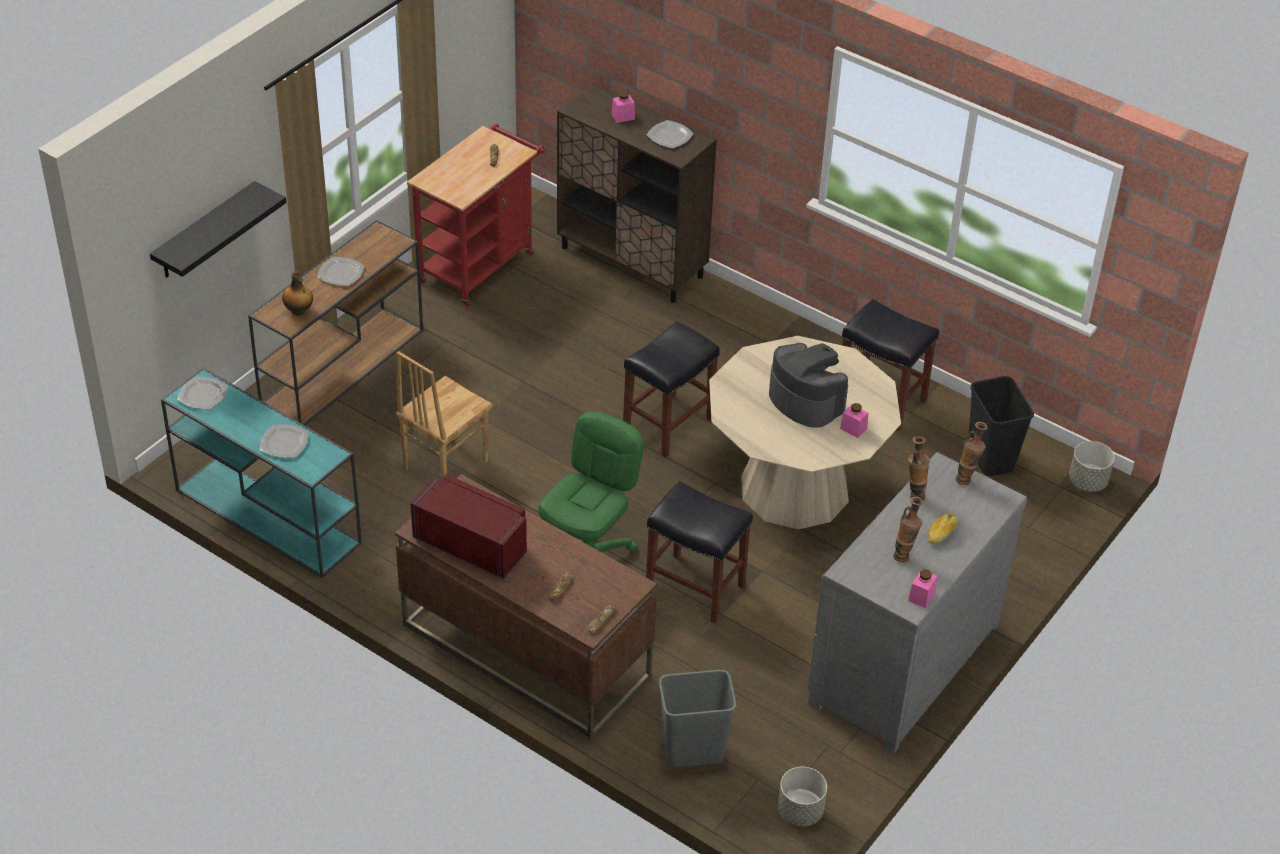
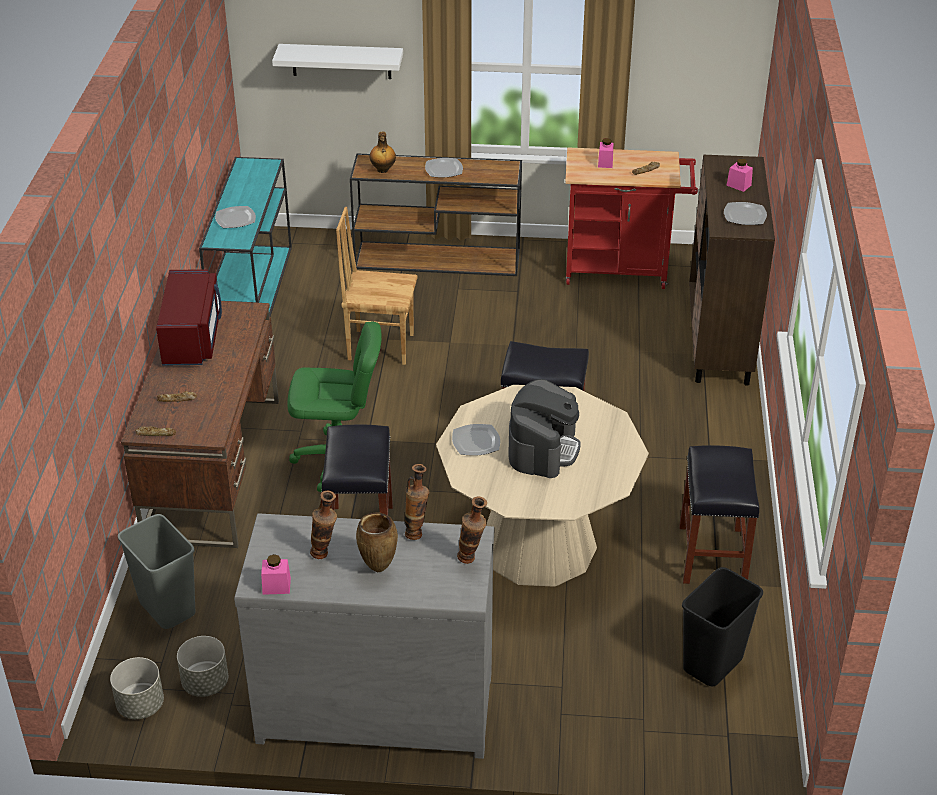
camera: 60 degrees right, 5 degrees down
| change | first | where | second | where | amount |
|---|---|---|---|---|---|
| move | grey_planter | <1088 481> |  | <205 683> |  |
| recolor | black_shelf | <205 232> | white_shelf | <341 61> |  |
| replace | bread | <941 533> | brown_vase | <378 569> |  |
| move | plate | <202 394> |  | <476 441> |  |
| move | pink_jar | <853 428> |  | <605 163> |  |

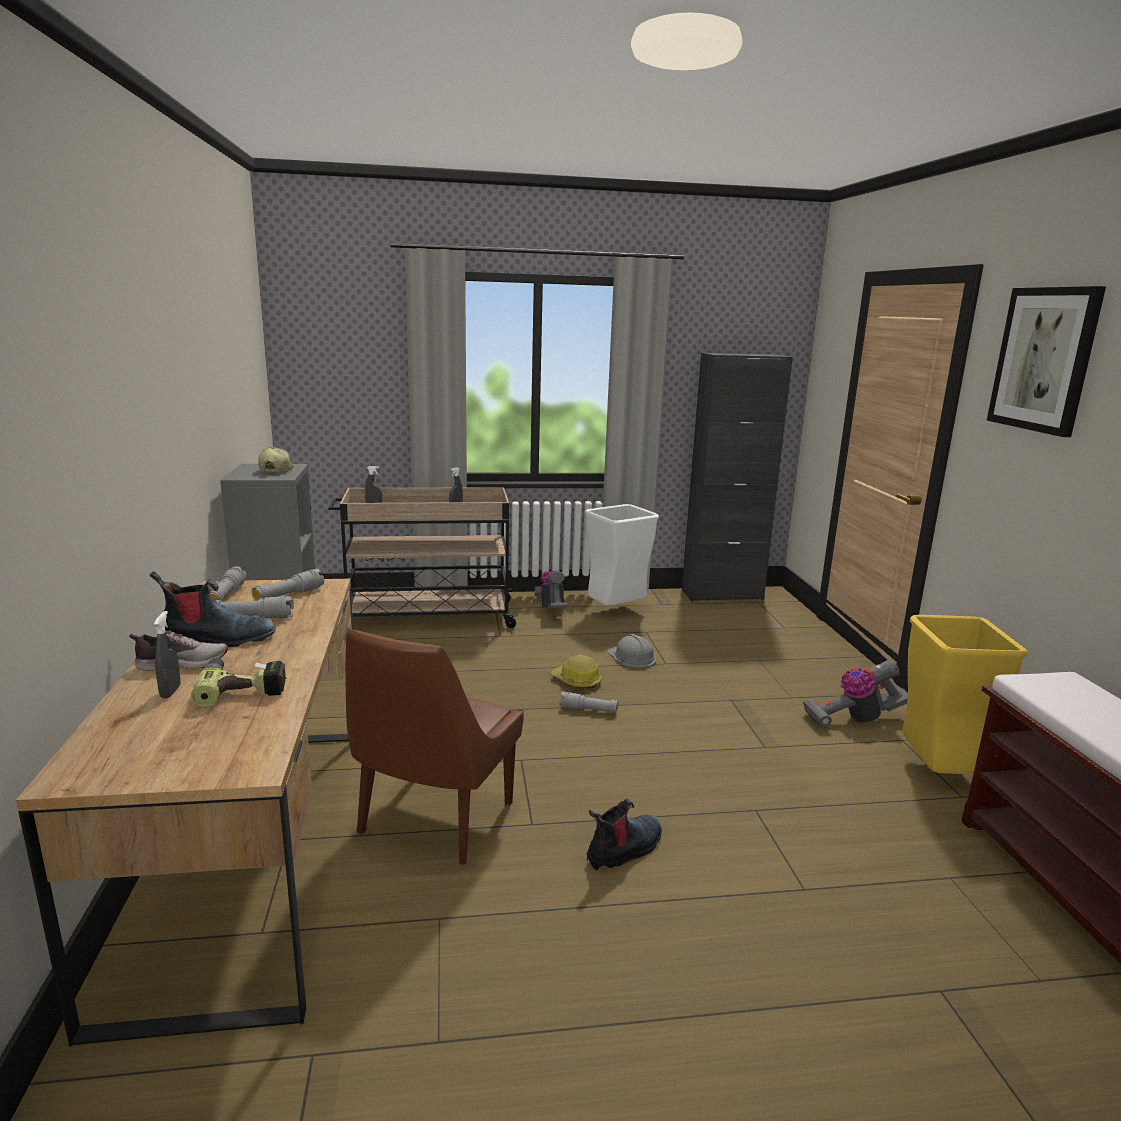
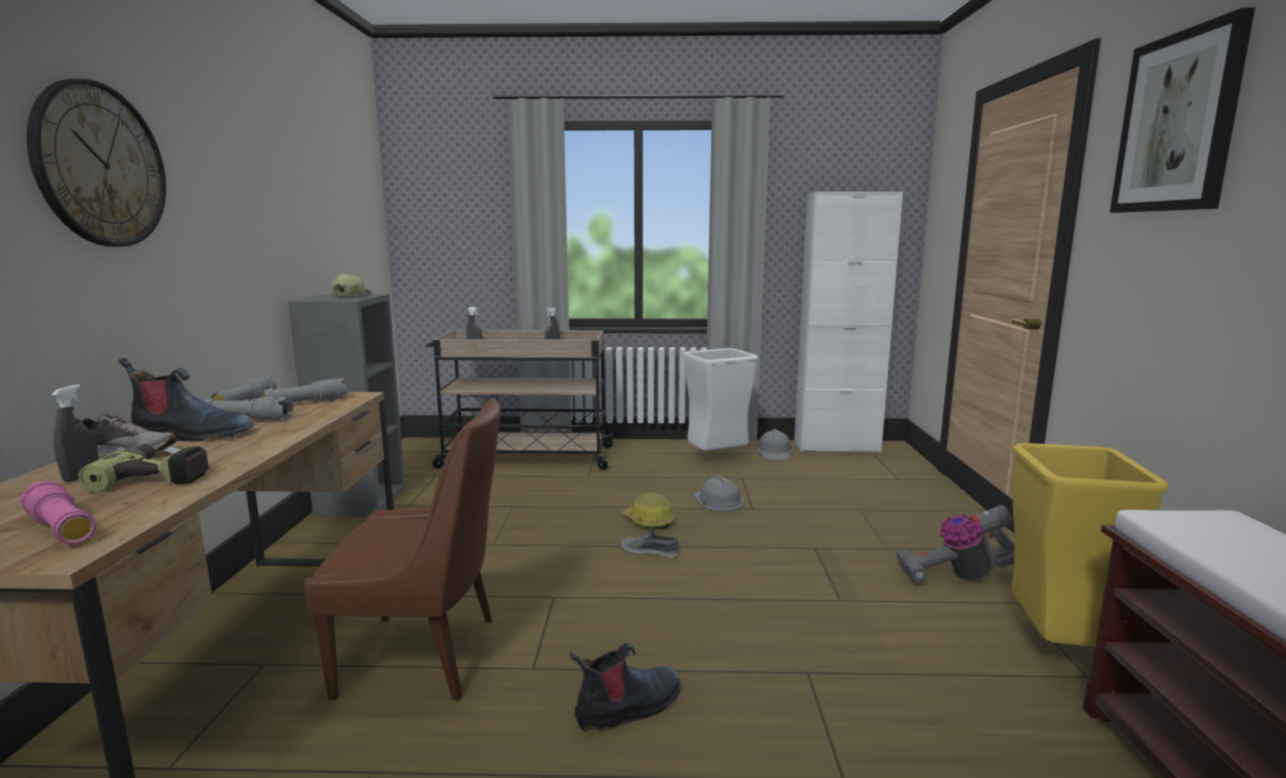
camera: 10 degrees right, 5 degrees down
| change | first | where | second | where | amount |
|---|---|---|---|---|---|
| insert |  |  | pink_flashlight | <61 529> |  |
| insert |  |  | wall_clock | <100 165> |  |
| rotate | brown_chair | <433 821> |  | <425 656> | 120 degrees counterclockwise |
| replace | grey_flashlight | <588 710> | grey_shoe | <649 550> |  |
| insert |  |  | grey_hard_hat | <775 452> |  |
| recolor | black_cabinet | <722 594> | white_cabinet | <836 446> |  |
| delete | vacuum_cleaner | <552 609> |  |  |  |

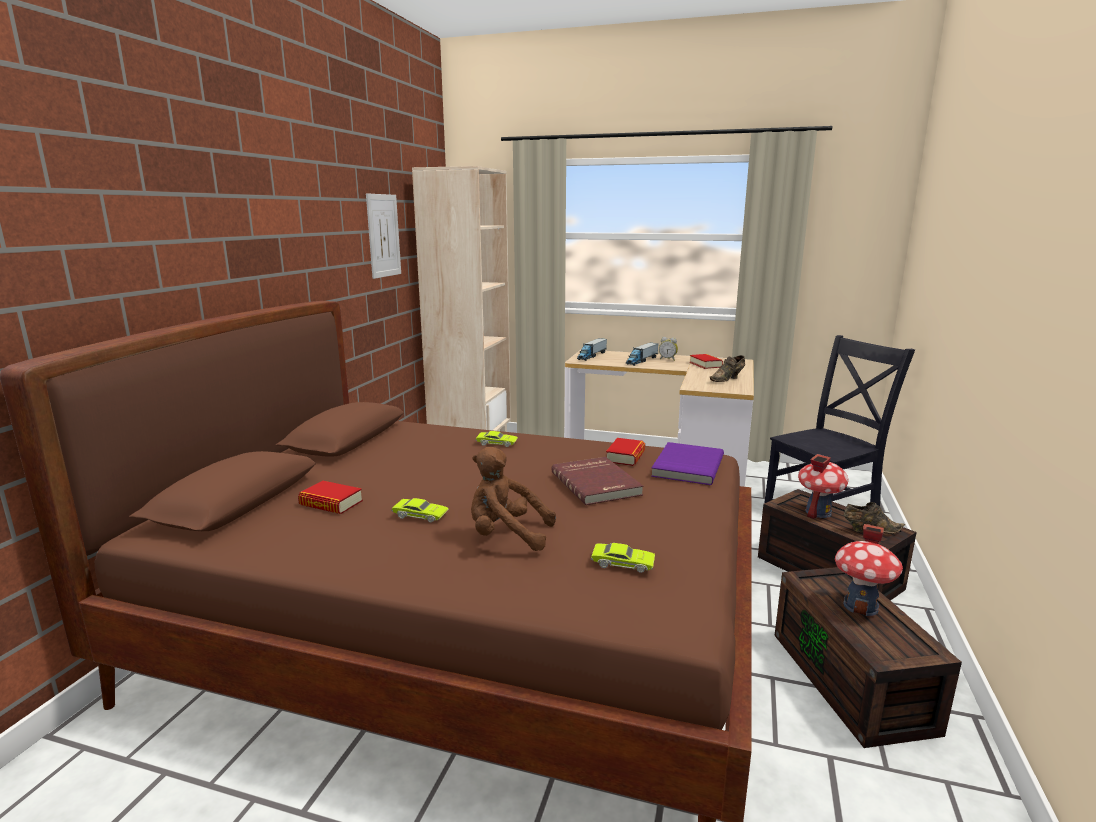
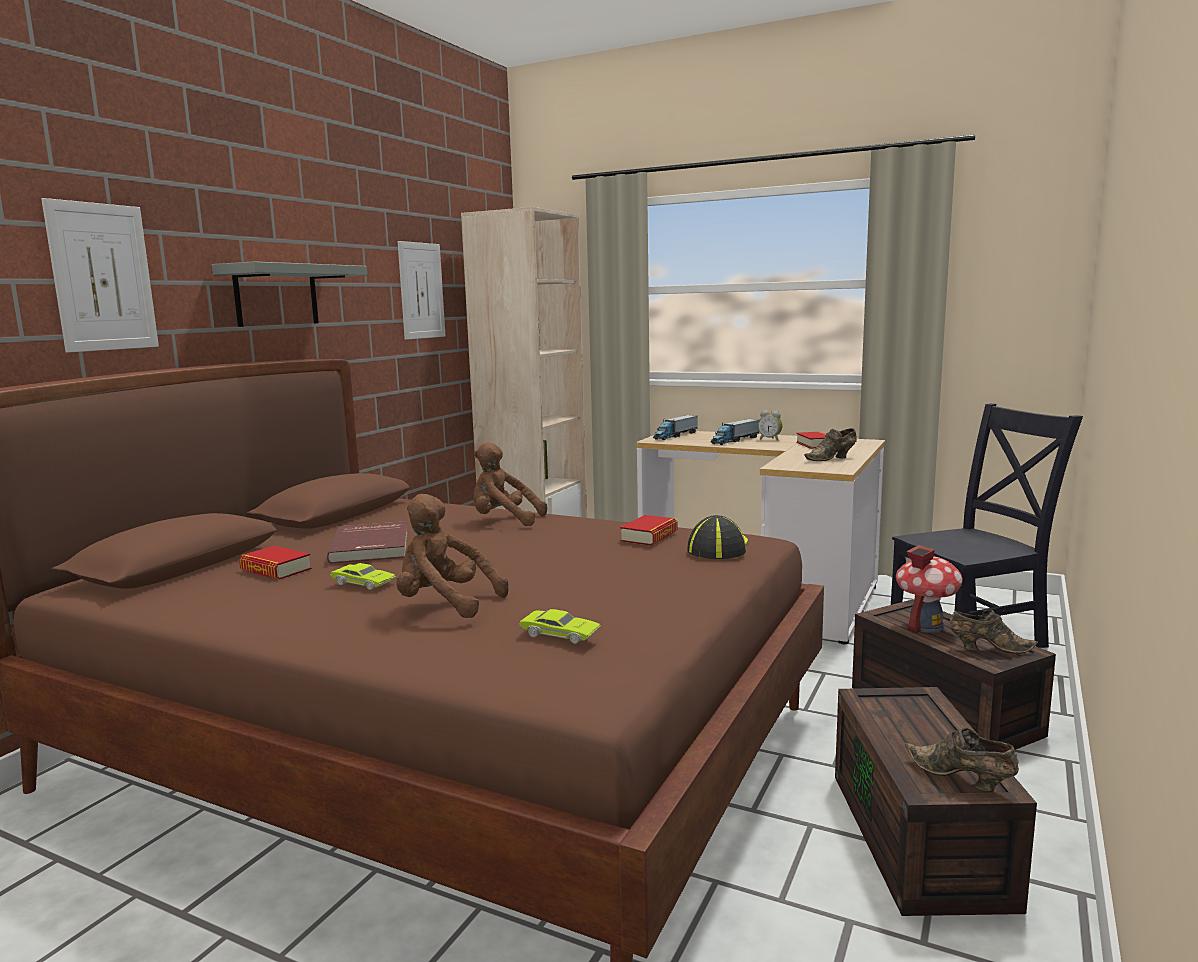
camera: 10 degrees right, 5 degrees down
| change | first | where | second | where | amount |
|---|---|---|---|---|---|
| insert |  |  | picture | <103 277> |  |
| insert |  |  | grey_shelf | <276 295> |  |
| move | red_book | <597 483> |  | <372 546> |  |
| replace | green_toy_car | <496 443> | brown_plush_toy | <504 521> |  |
| replace | purple_book | <686 466> | cap | <718 547> |  |
| insert |  |  | brown_shoe | <961 779> |  |
| delete | toy_house | <860 606> |  |  |  |

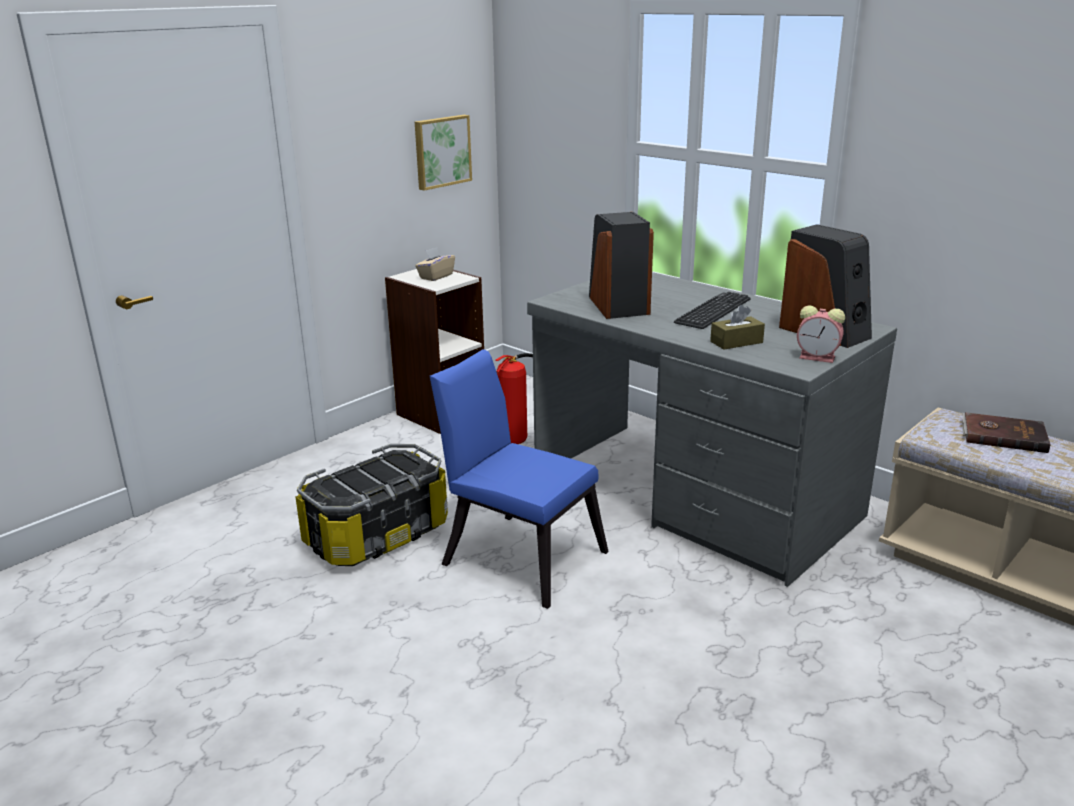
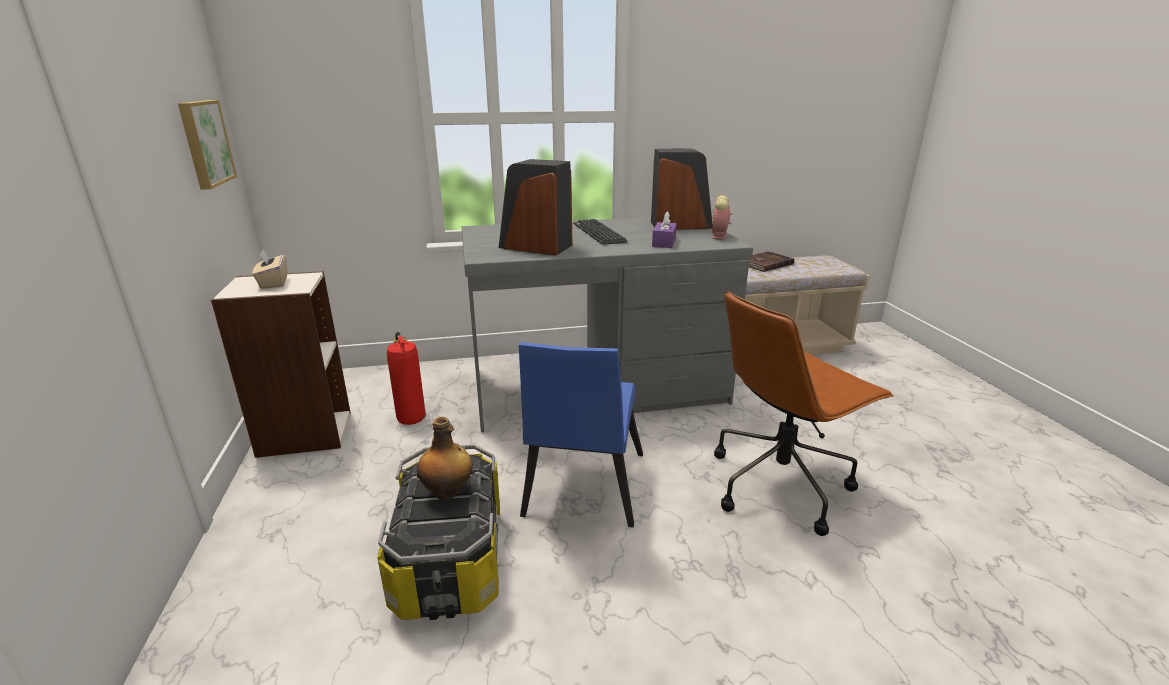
camera: 55 degrees left, 0 degrees up
| change | first | where | second | where | amount |
|---|---|---|---|---|---|
| insert |  |  | bottle | <448 492> |  |
| rotate | blue_chair | <518 554> |  | <581 489> | 60 degrees counterclockwise |
| recolor | brown_tissue_box | <736 342> | purple_tissue_box | <664 242> |  |
| rotate | alarm_clock | <818 357> |  | <719 236> | 135 degrees clockwise |
| insert |  |  | brown_office_chair | <780 484> |  |

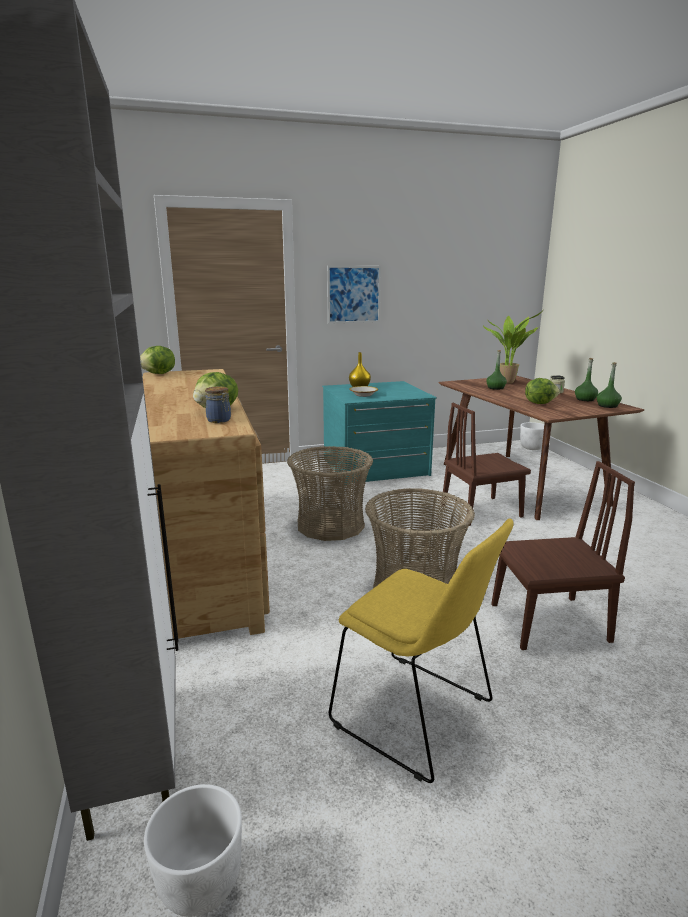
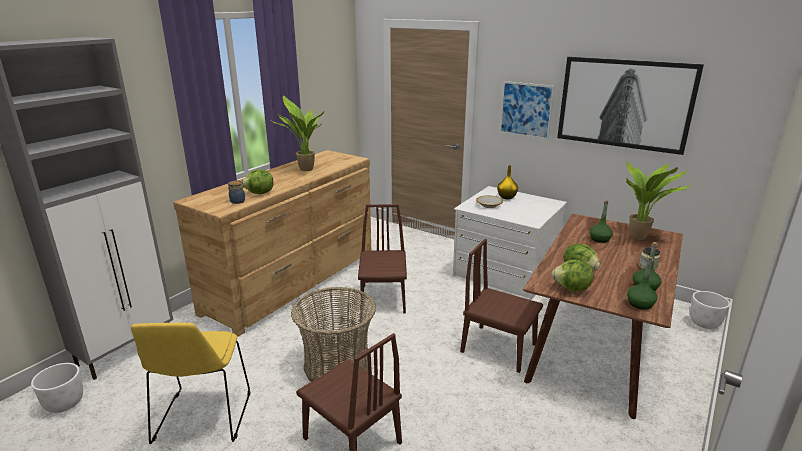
camera: 50 degrees right, 5 degrees up
| change | first | where | second | where | amount |
|---|---|---|---|---|---|
| insert |  |  | potted_plant | <304 170> |  |
| replace | basket | <330 525> | brown_chair | <383 299> |  |
| recolor | turquoise_dresser | <375 467> | white_dresser | <505 272> |  |
| move | lettuce | <159 374> |  | <571 289> |  |
| insert |  |  | picture | <624 103> |  |

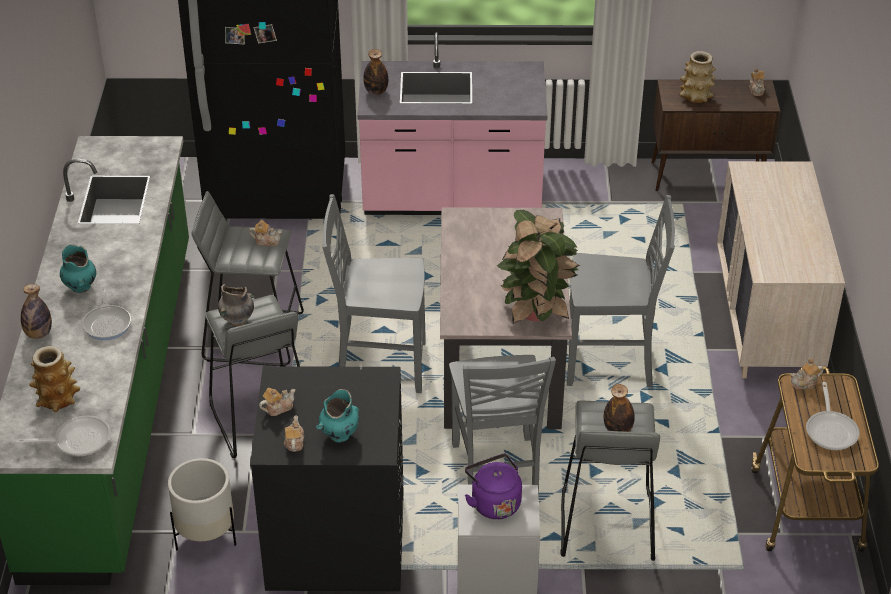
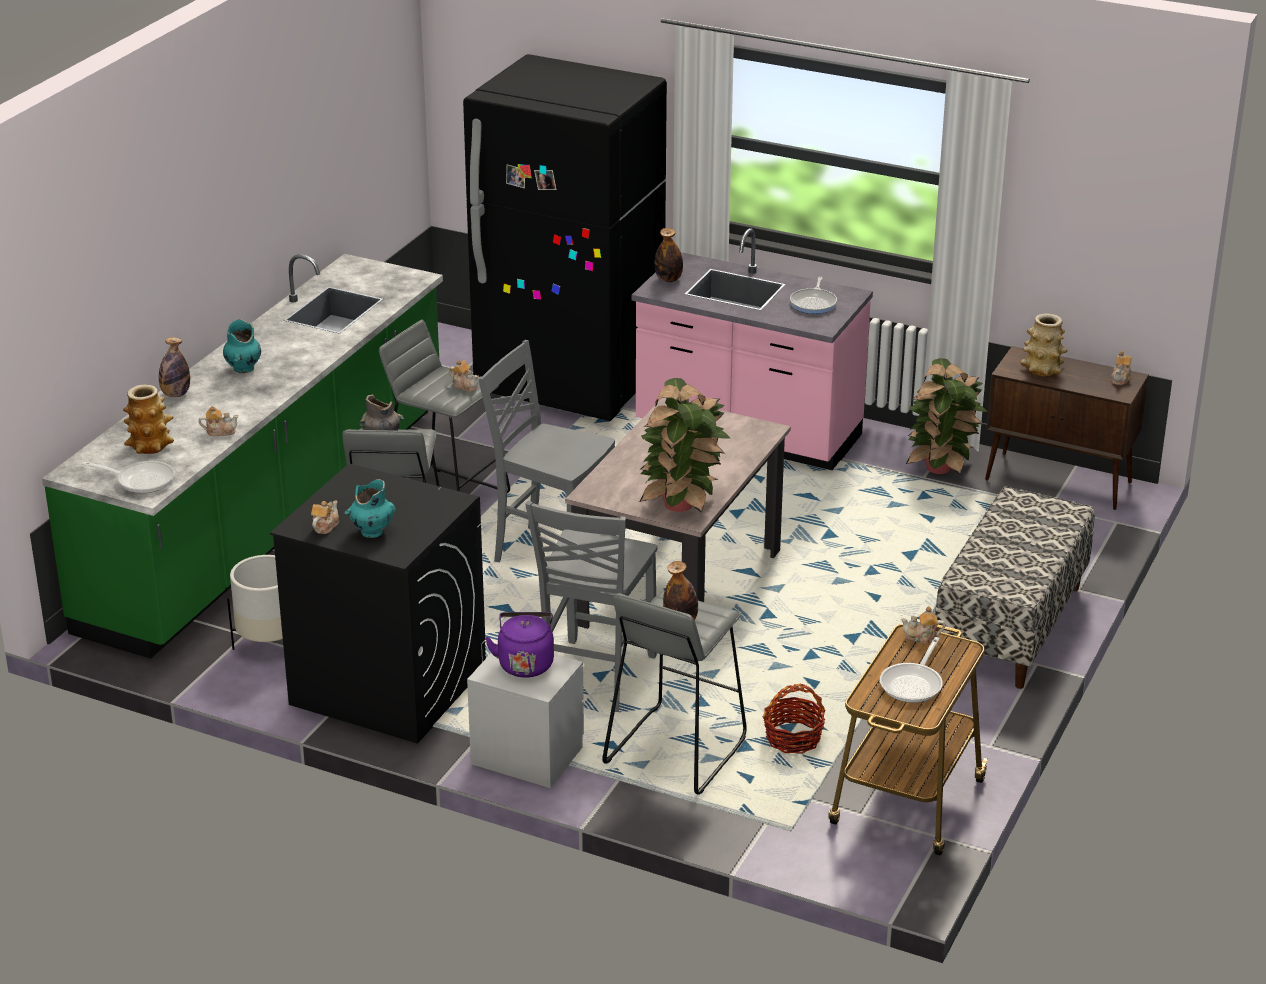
camera: 25 degrees right, 10 degrees down
| change | first | where | second | where | amount |
|---|---|---|---|---|---|
| move | teapot | <278 408> |  | <220 431> |  |
| insert |  |  | basket | <793 738> |  |
| move | frying_pan | <107 323> |  | <814 303> |  |
| insert |  |  | potted_plant | <941 467> |  |
| replace | beige_dresser | <766 321> | bench | <1011 627> |  |
| delete | grey_chair | <611 363> |  |  |  |

